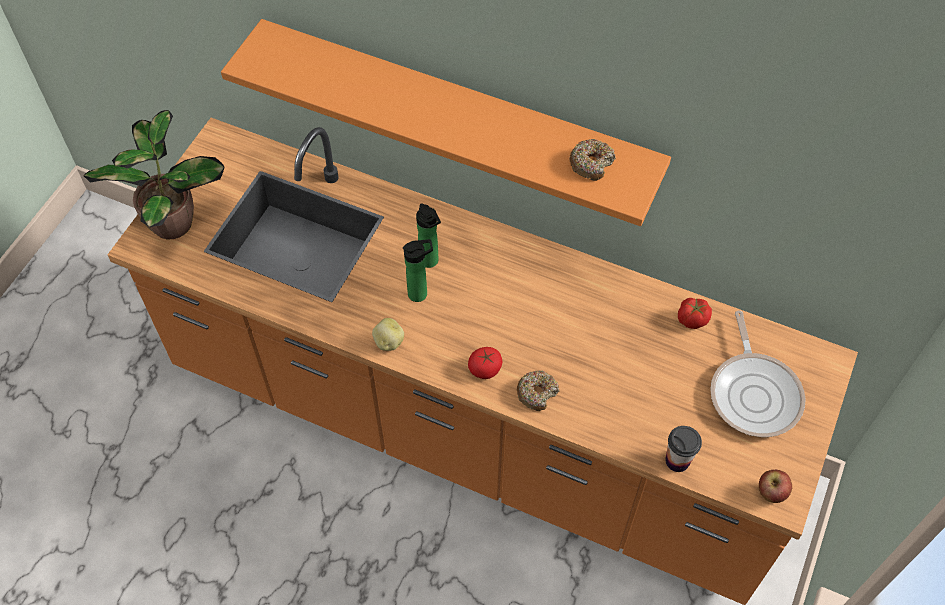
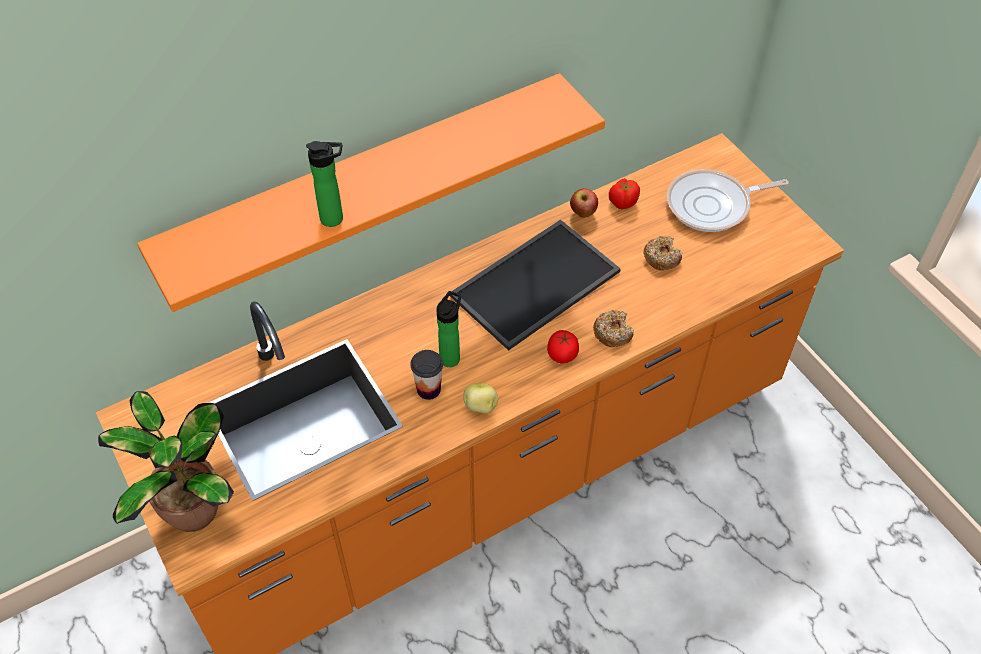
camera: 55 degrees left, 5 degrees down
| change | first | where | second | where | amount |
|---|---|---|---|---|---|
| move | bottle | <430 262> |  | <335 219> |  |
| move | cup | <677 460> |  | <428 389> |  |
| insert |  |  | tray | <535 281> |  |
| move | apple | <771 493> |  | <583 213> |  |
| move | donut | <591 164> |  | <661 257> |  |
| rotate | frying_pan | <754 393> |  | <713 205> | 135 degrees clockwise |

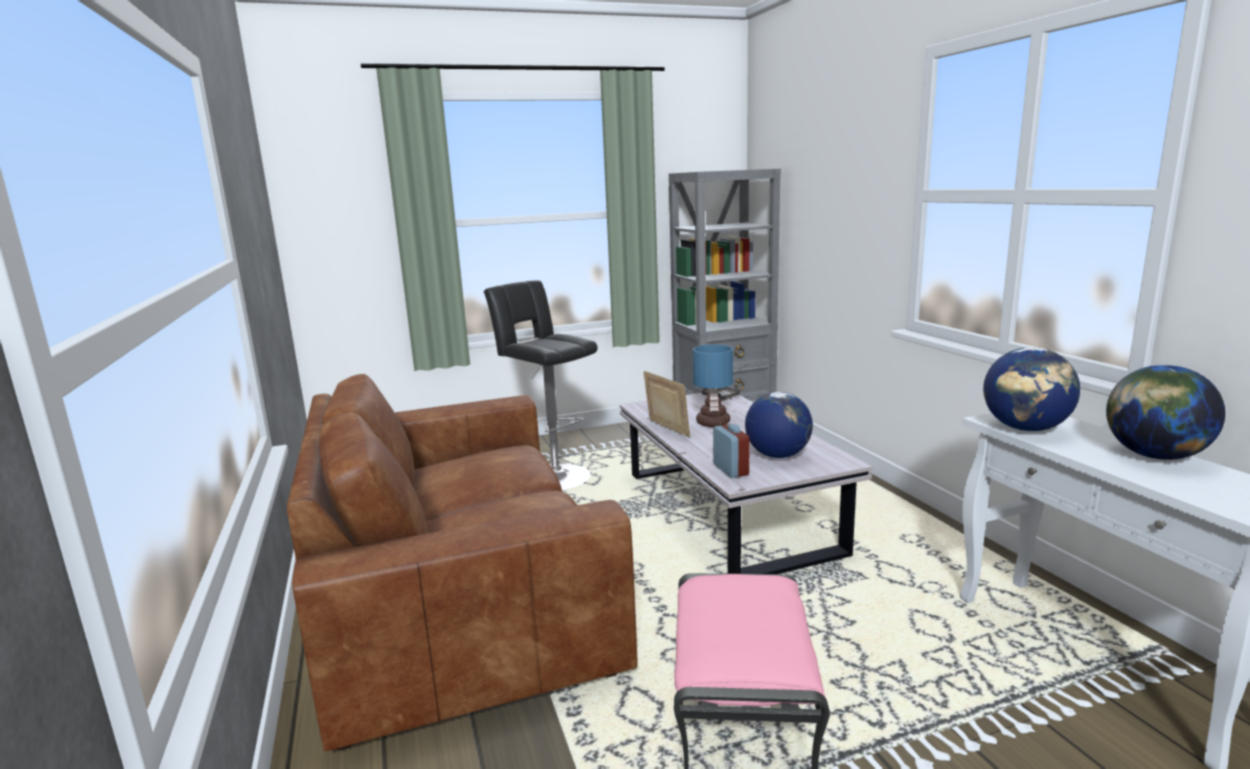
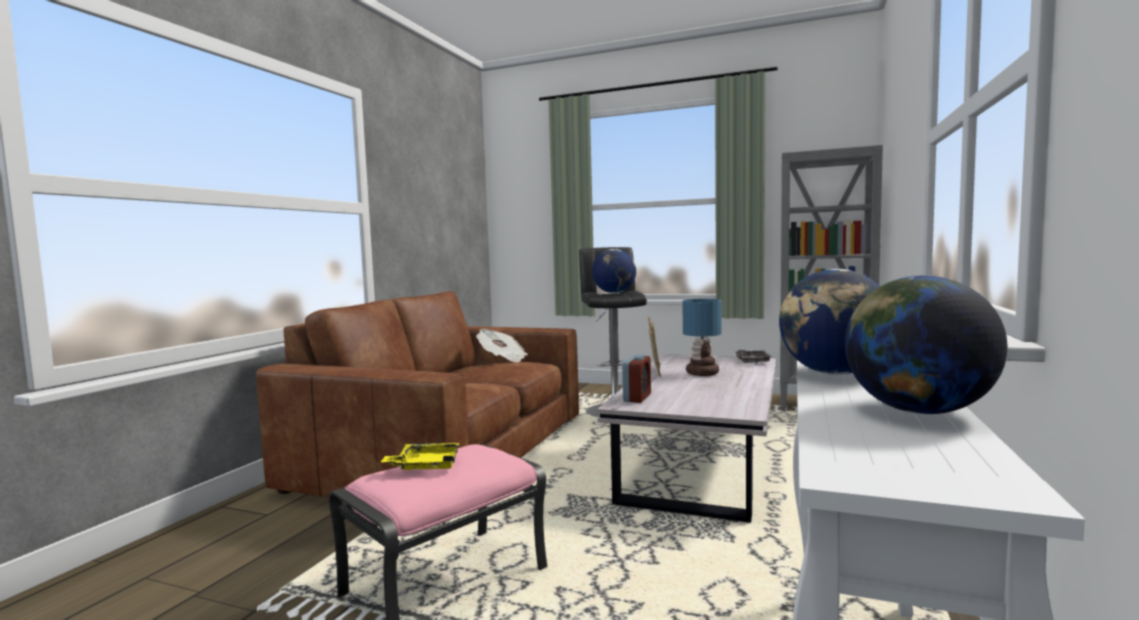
camera: 40 degrees right, 10 degrees down
| change | first | where | second | where | amount |
|---|---|---|---|---|---|
| insert |  |  | yellow_tray | <425 466> |  |
| insert |  |  | newspaper | <503 359> |  |
| move | globe | <777 455> |  | <614 293> |  |

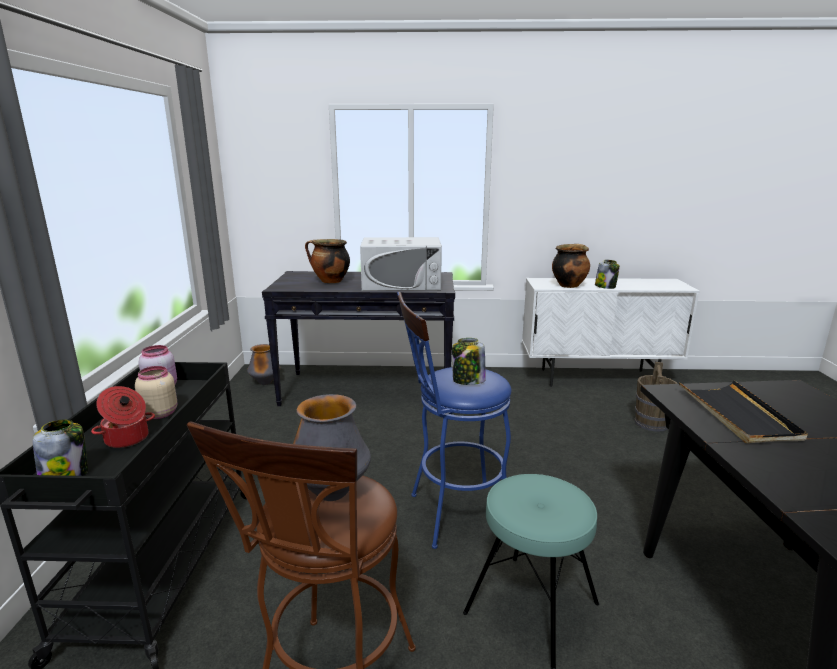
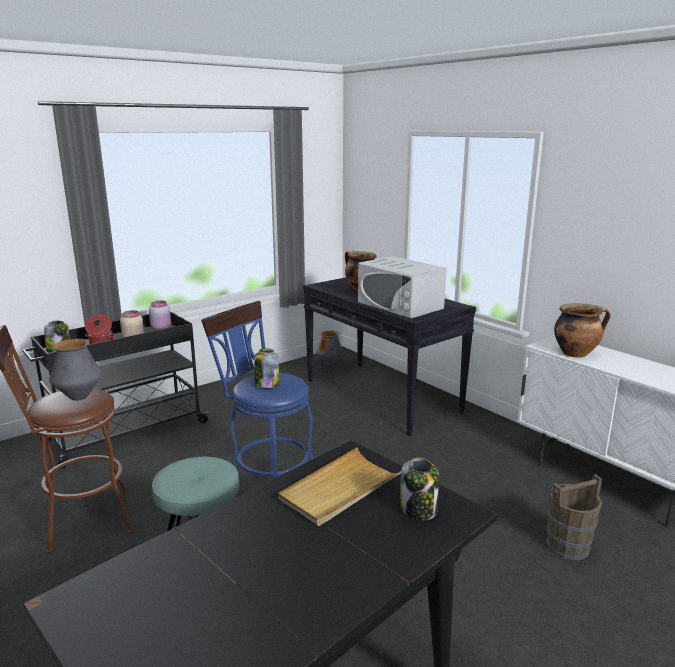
camera: 50 degrees right, 0 degrees up
| change | first | where | second | where | amount |
|---|---|---|---|---|---|
| recolor | black_tray | <737 414> | beige_tray | <340 489> |  |
| move | jar | <605 286> |  | <419 509> |  |

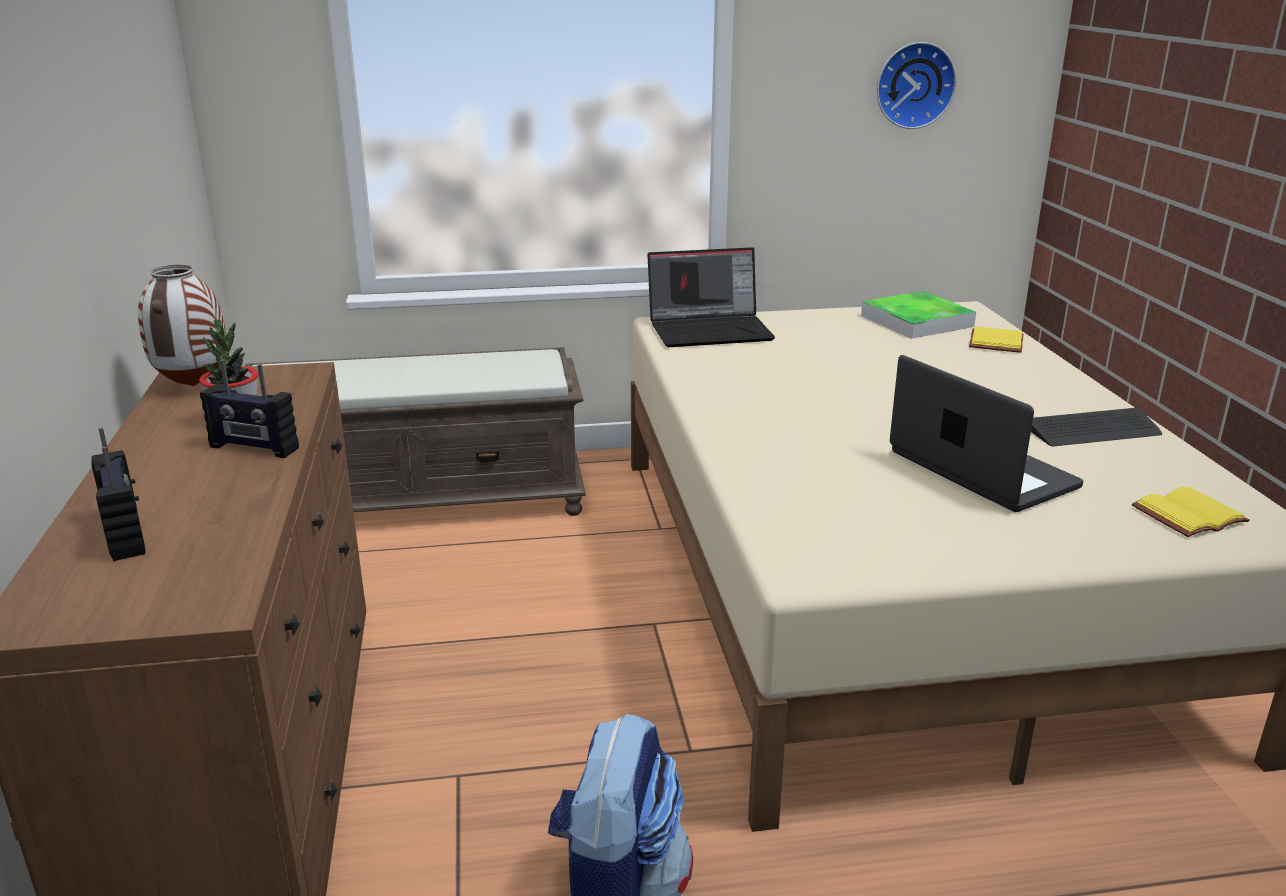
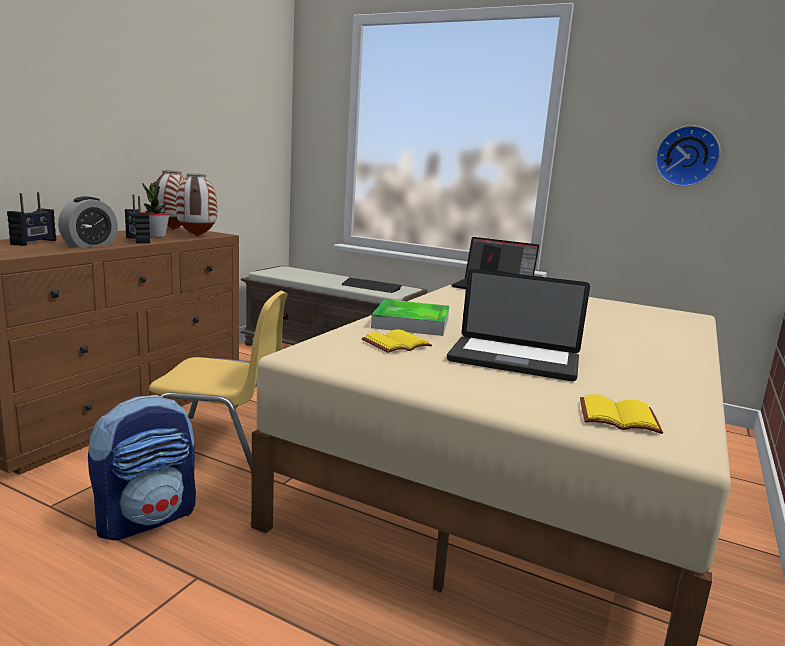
camera: 35 degrees right, 10 degrees down
| change | first | where | second | where | amount |
|---|---|---|---|---|---|
| insert |  |  | alarm_clock | <90 245> |  |
| insert |  |  | yellow_chair | <221 444> |  |
| insert |  |  | vase | <197 236> |  |
| move | keyboard | <1092 430> |  | <370 287> |  |
| move | yellow_book | <994 342> |  | <396 343> |  |
| move | tray | <916 321> |  | <411 323> |  |
| rotate | laptop | <982 470> |  | <513 360> | 105 degrees clockwise |

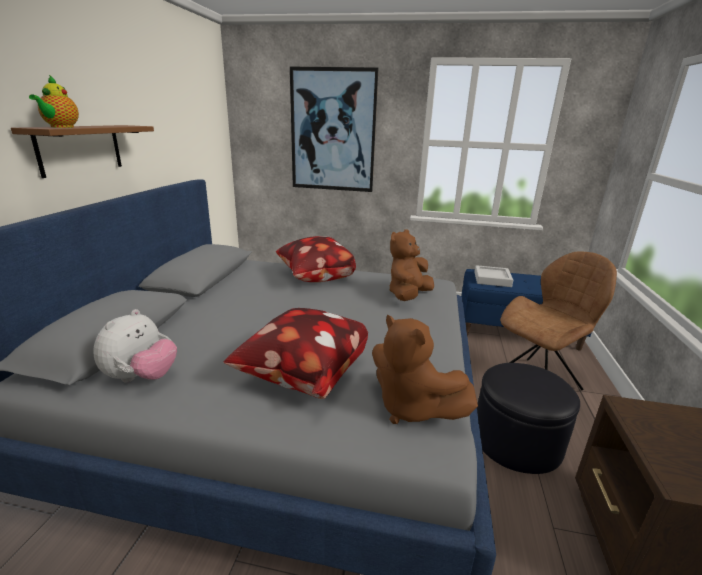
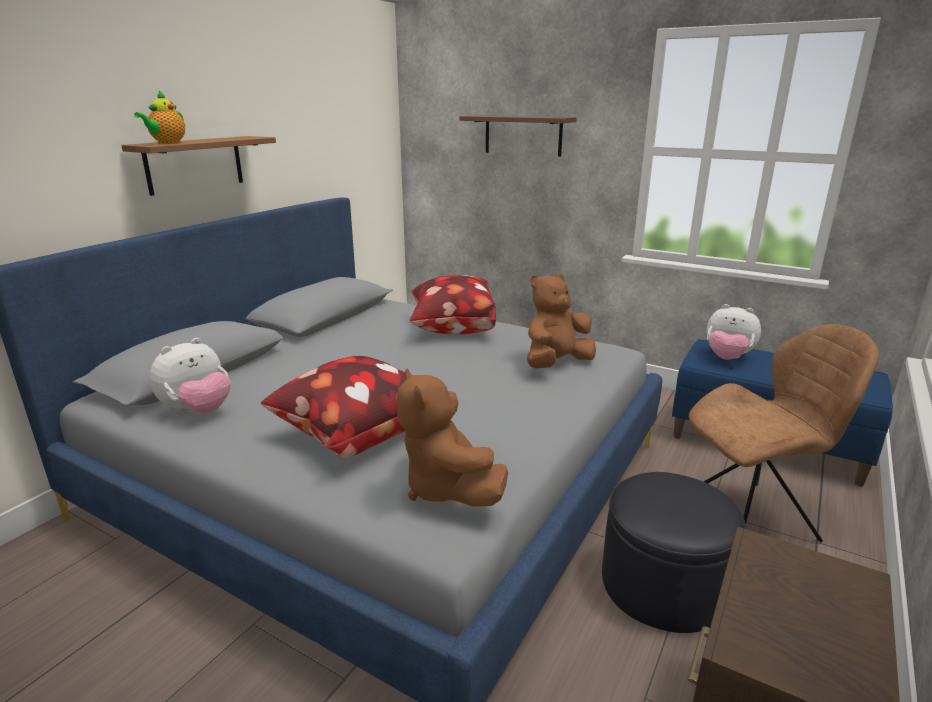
camera: 20 degrees right, 0 degrees up
| change | first | where | second | where | amount |
|---|---|---|---|---|---|
| replace | picture | <333 131> | brown_shelf | <523 135> |  |
| replace | grey_tray | <492 279> | plush_toy | <727 358> |  |

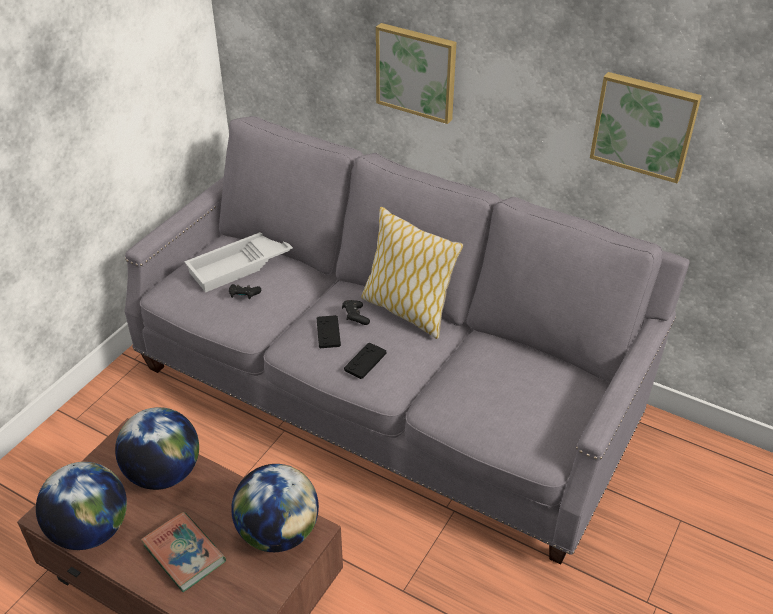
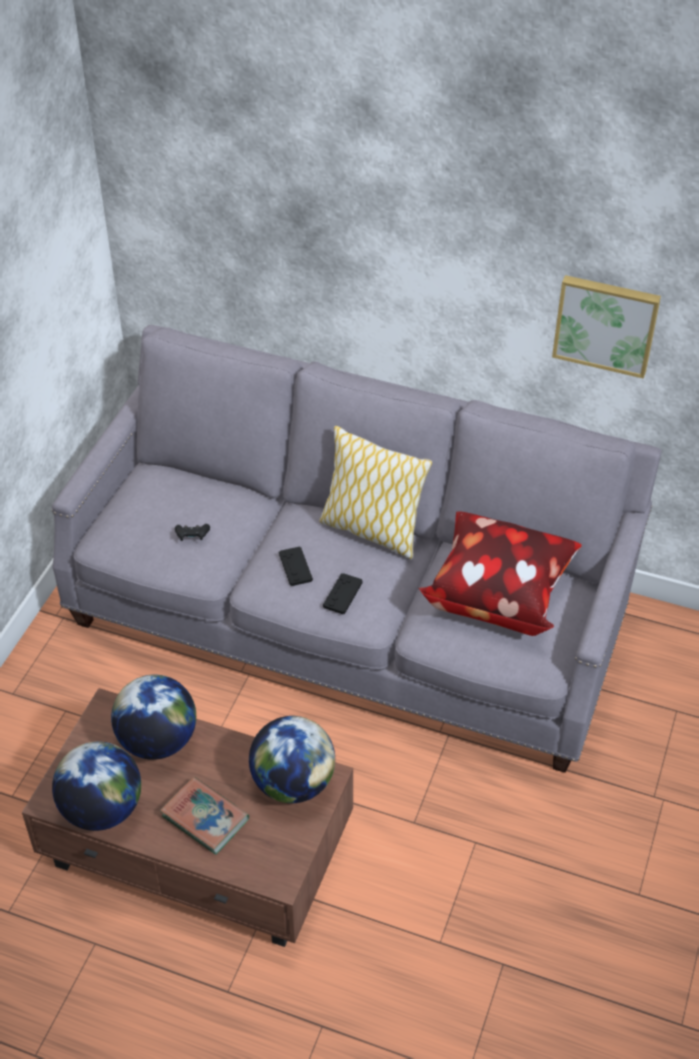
camera: 10 degrees left, 5 degrees up
| change | first | where | second | where | amount |
|---|---|---|---|---|---|
| insert |  |  | pillow | <497 594> |  |
| delete | white_tray | <240 266> |  |  |  |
| delete | black_game_controller | <355 317> |  |  |  |
| delete | picture | <417 71> |  |  |  |

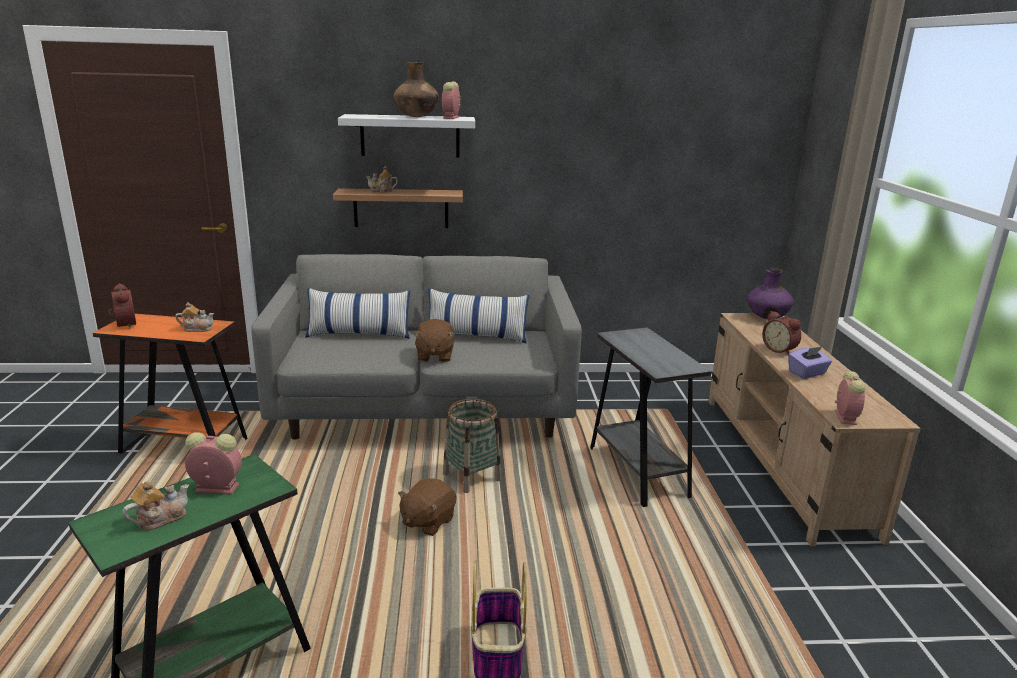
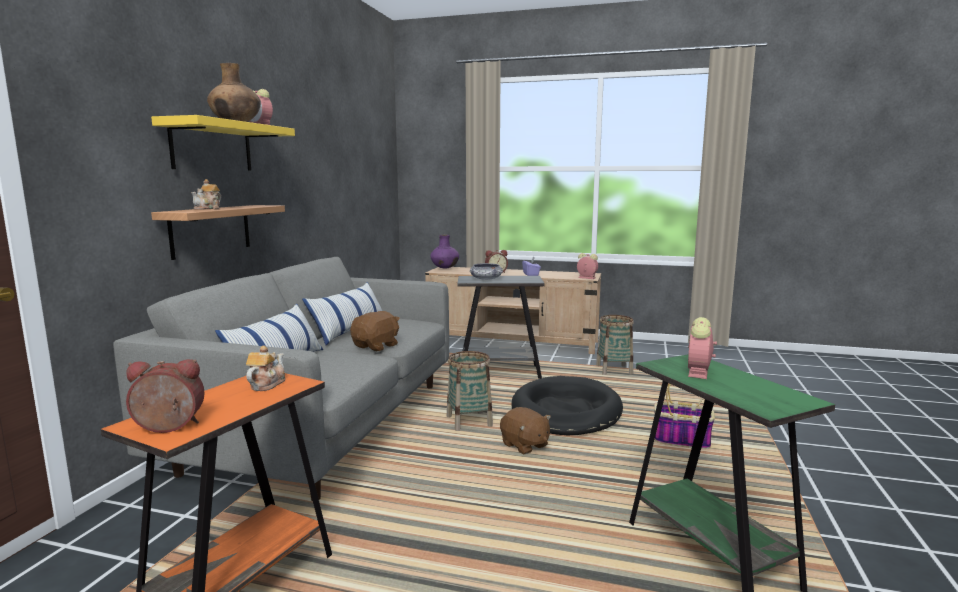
camera: 70 degrees left, 10 degrees down
| change | first | where | second | where | amount |
|---|---|---|---|---|---|
| recolor | white_shelf | <410 136> | yellow_shelf | <212 147> |  |
| rotate | brown_plush_toy | <434 356> |  | <376 346> | 75 degrees counterclockwise |
| insert |  |  | bowl | <486 279> |  |
| insert |  |  | black_dog_bed | <566 411> |  |
| insert |  |  | basket | <614 370> |  |
| delete | teapot | <160 518> |  |  |  |

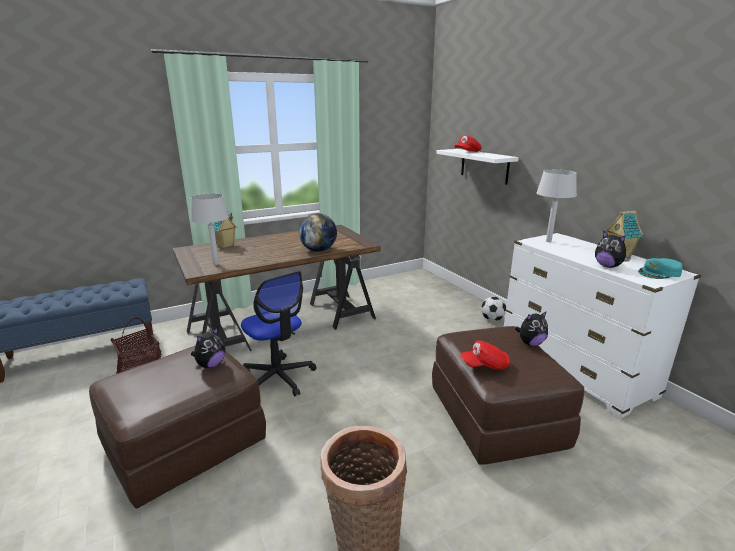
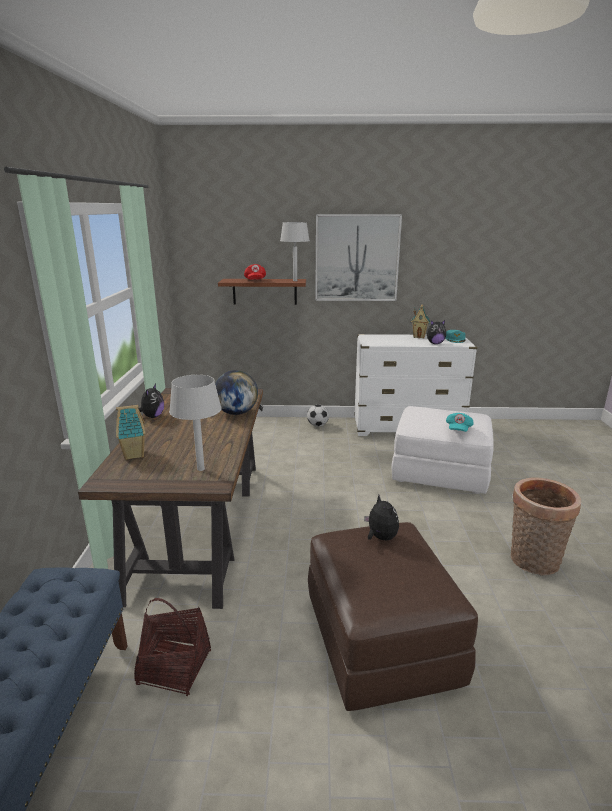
camera: 60 degrees left, 0 degrees up
| change | first | where | second | where | amount |
|---|---|---|---|---|---|
| move | plush_toy | <530 343> |  | <152 416> |  |
| recolor | white_shelf | <484 166> | brown_shelf | <264 291> |  |
| move | grey_table_lamp | <548 241> |  | <295 281> |  |
| insert |  |  | picture | <357 258> |  |
| recolor | brown_ottoman | <497 419> | white_ottoman | <440 472> |  |
| recolor | red_cap | <484 365> | turquoise_cap | <458 429> |  |
| delete | office_chair | <278 378> |  |  |  |

